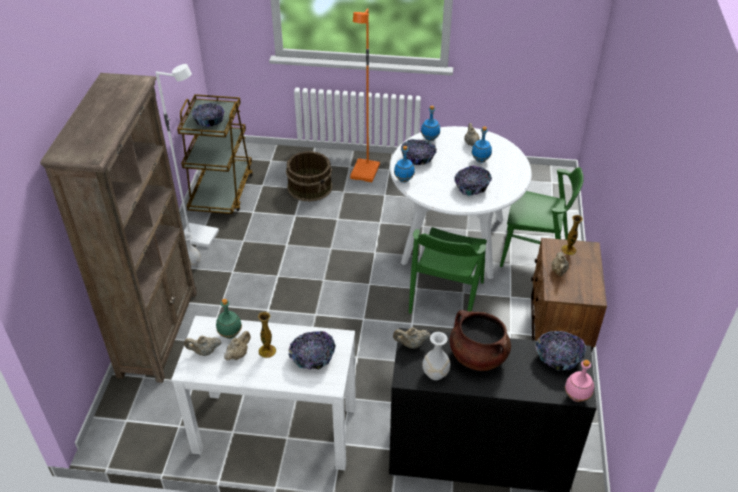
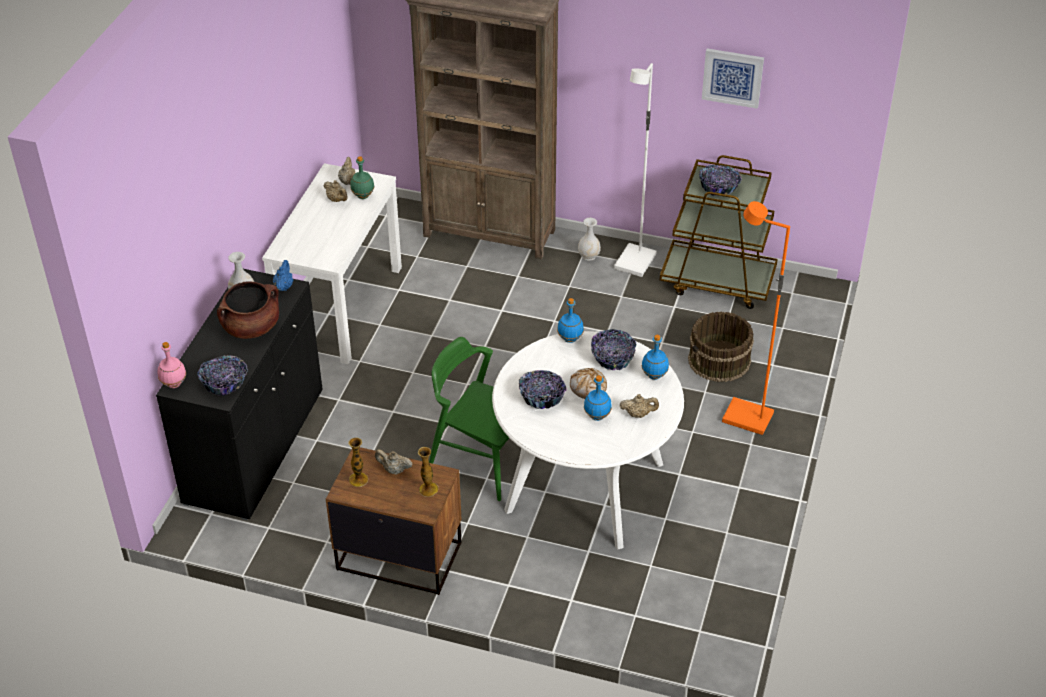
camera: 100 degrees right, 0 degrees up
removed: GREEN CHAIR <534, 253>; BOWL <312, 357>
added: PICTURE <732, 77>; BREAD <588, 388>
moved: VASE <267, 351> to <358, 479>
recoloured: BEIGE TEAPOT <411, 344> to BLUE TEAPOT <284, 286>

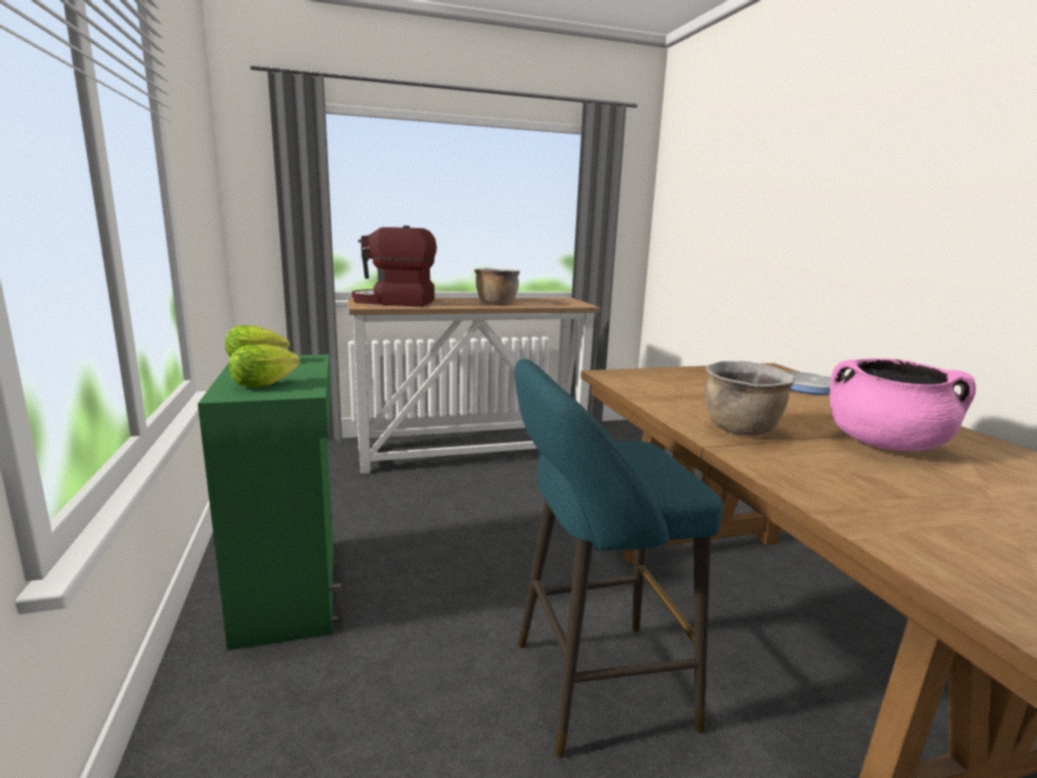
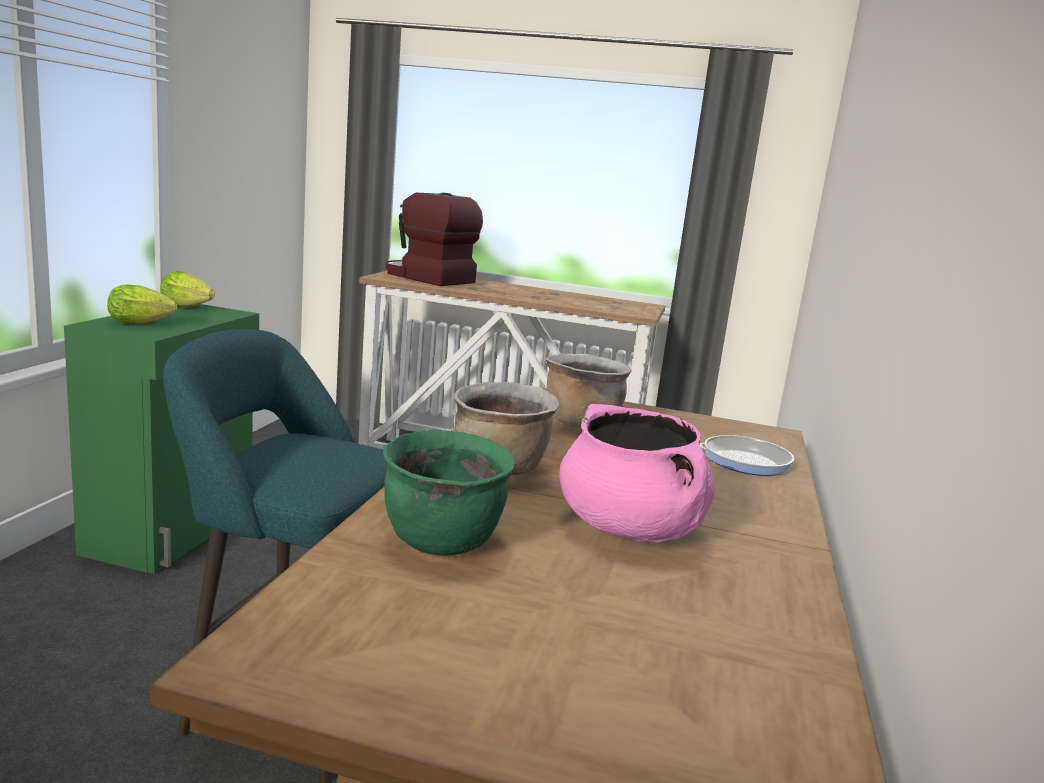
camera: 30 degrees right, 0 degrees up
added: GREEN COOKING POT <443, 541>
moved: BROWN COOKING POT <496, 303> to <581, 422>

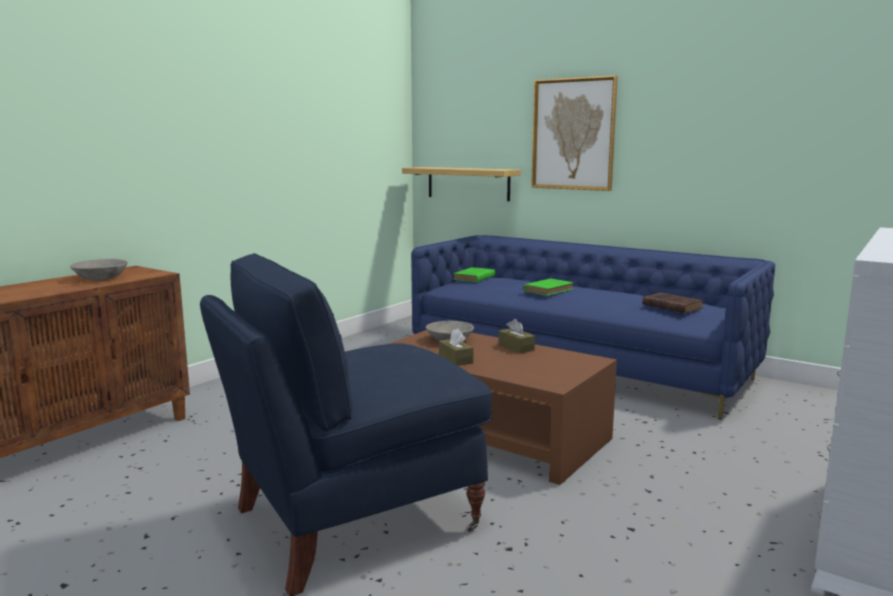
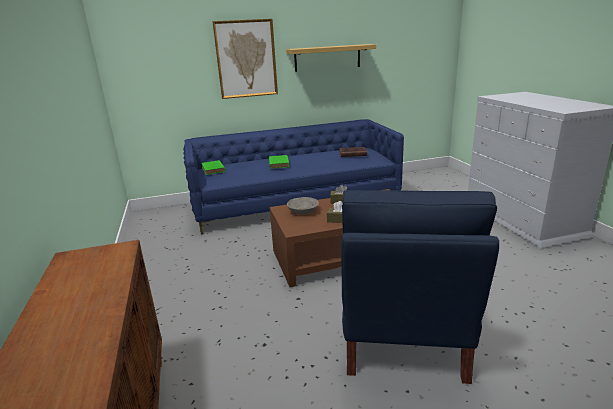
camera: 50 degrees left, 10 degrees up
removed: GREY BOWL <101, 278>
moved: SHELF <468, 183> to <327, 58>

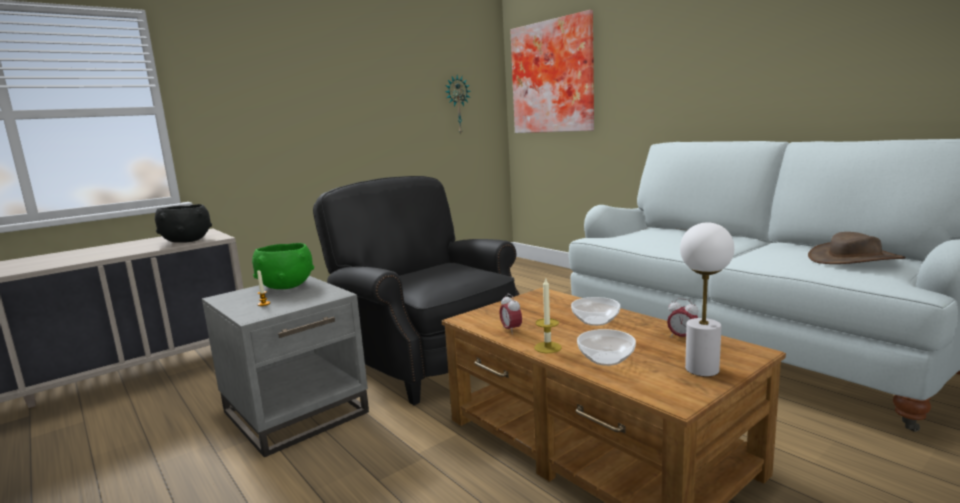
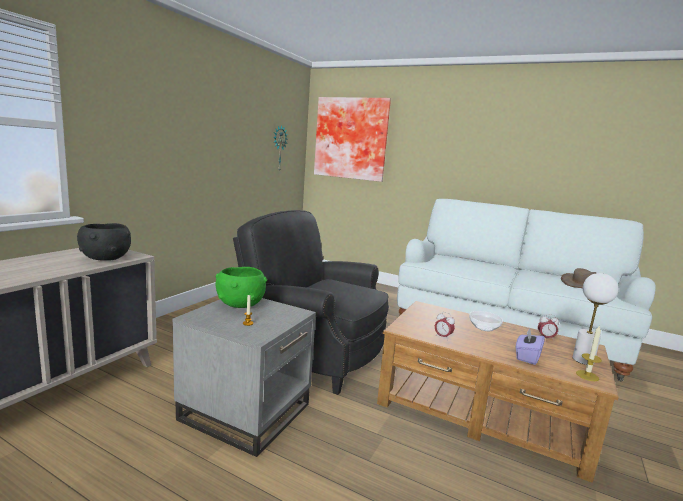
camera: 25 degrees left, 0 degrees up
moved: CANDLE <547, 347> to <587, 375>
replaced: BOWL <606, 359> to PURPLE TISSUE BOX <527, 357>

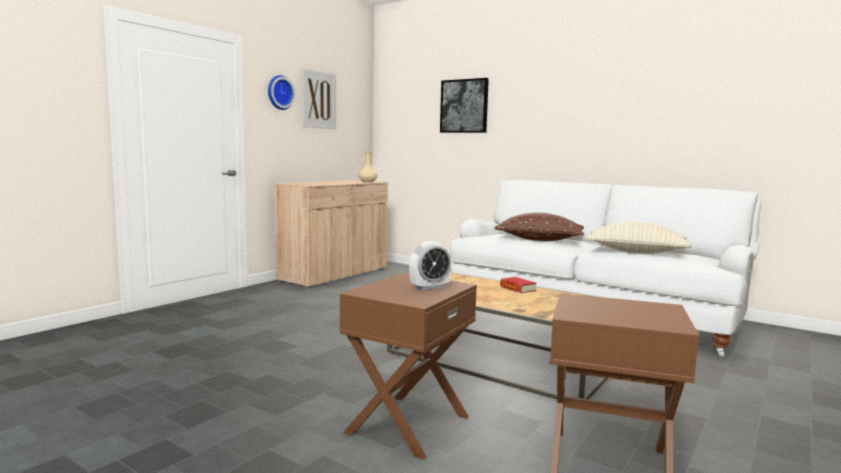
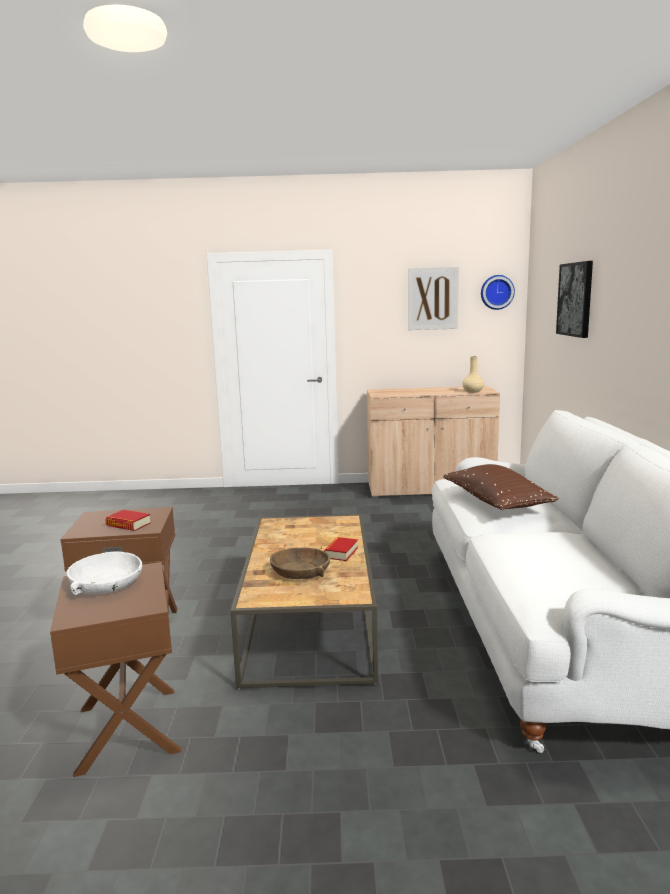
camera: 55 degrees right, 5 degrees up
removed: BEIGE PILLOW <636, 252>
added: BROWN BOWL <301, 572>; WHITE BOWL <106, 584>
moved: WALL CLOCK <279, 92> to <496, 292>
replaced: ALARM CLOCK <430, 287> to BOOK <128, 524>

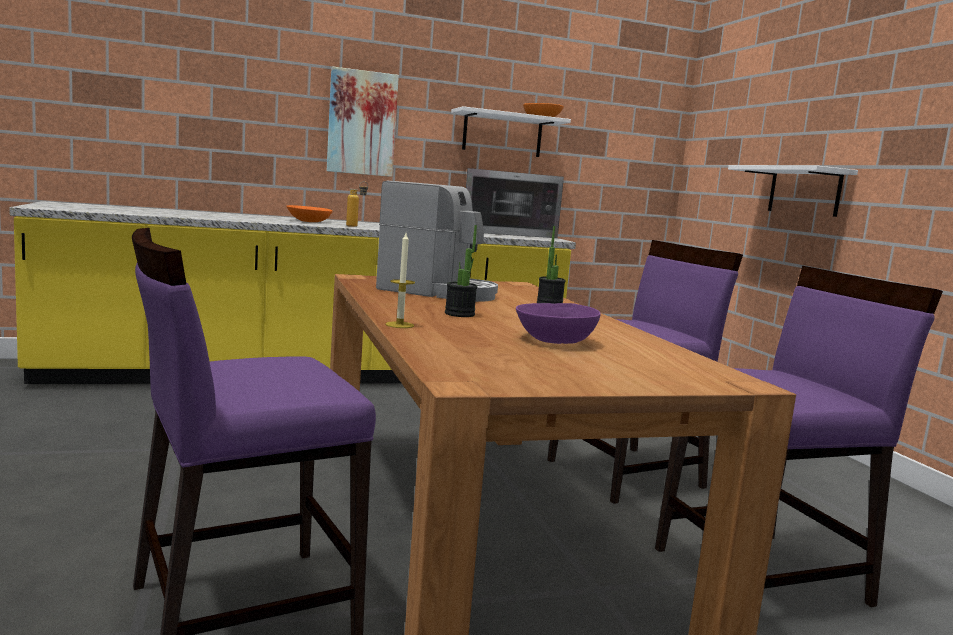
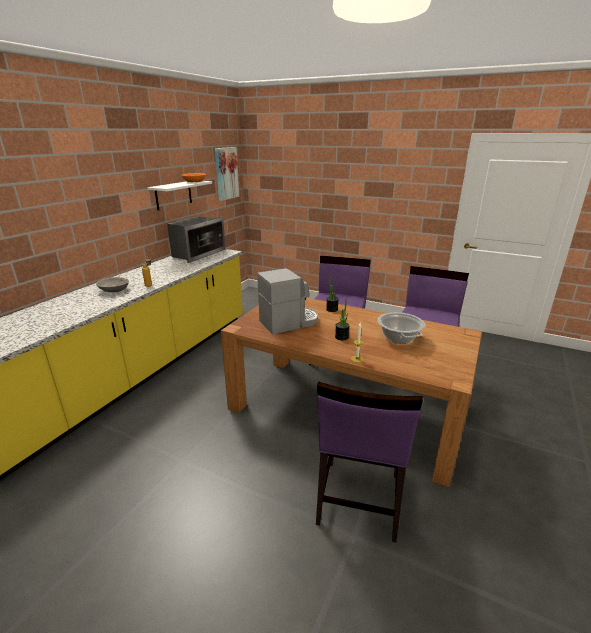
camera: 45 degrees left, 15 degrees up
removed: WHITE SHELF <804, 191>
moved: PICTURE <362, 123> to <226, 173>
replaced: PURPLE BOWL <554, 341> to COOKING POT <399, 338>
recoloured: ORANGE BOWL <309, 221> to GREY BOWL <114, 290>

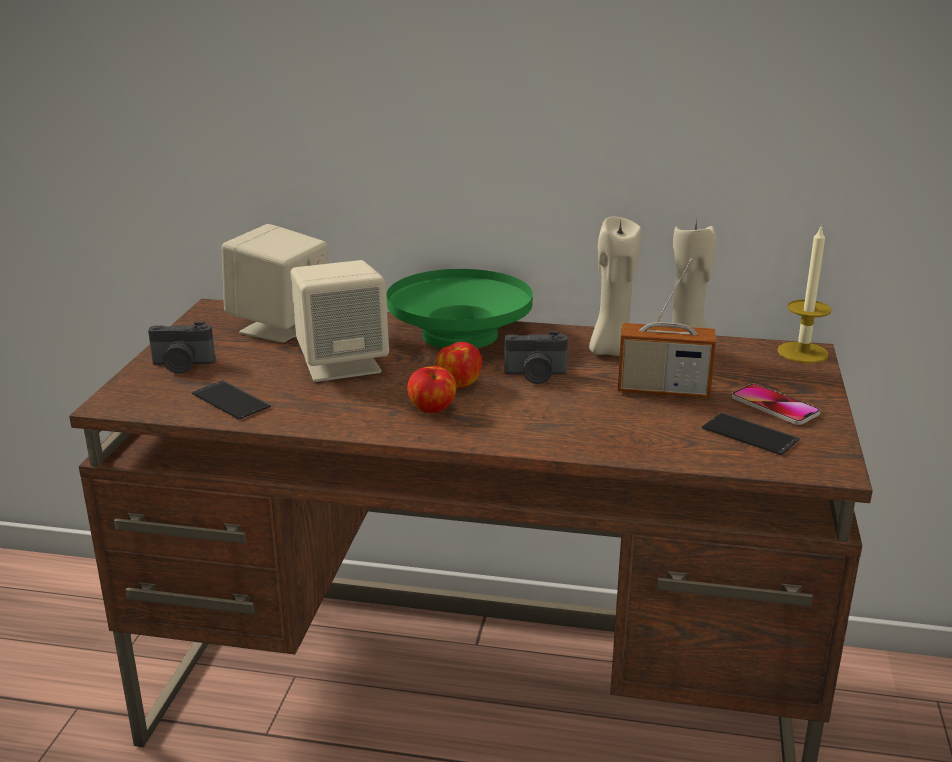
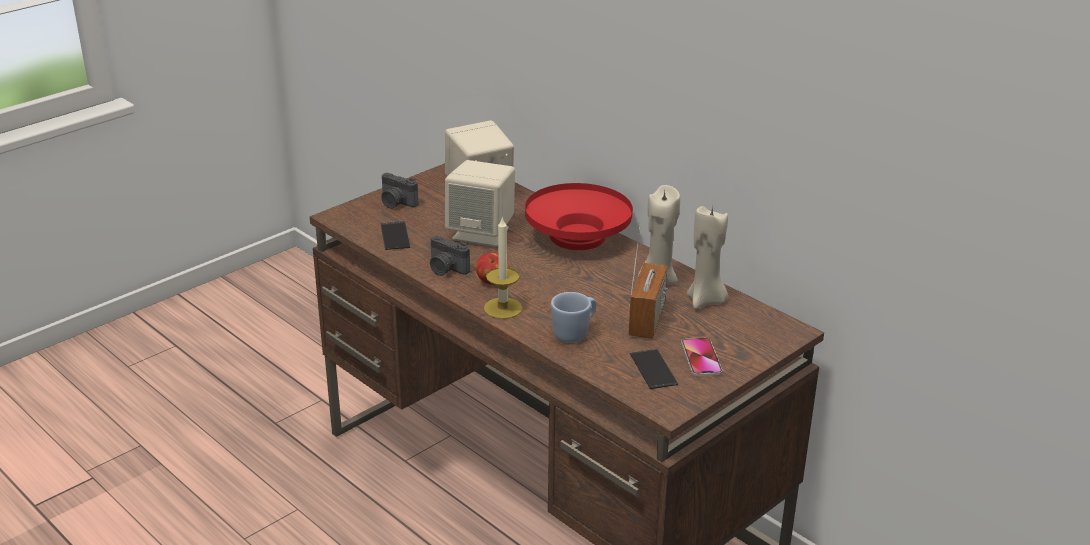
camera: 35 degrees right, 5 degrees up
removed: APPLE <458, 383>
added: BLUE MUG <575, 333>
moved: CANDLE <802, 352> to <503, 308>; PHOTO CAMERA <535, 375> to <446, 269>
recoloured: GREEN BOWL <460, 335> to RED BOWL <578, 236>
turned: RADIO <663, 390> = <647, 321> 120 degrees counterclockwise

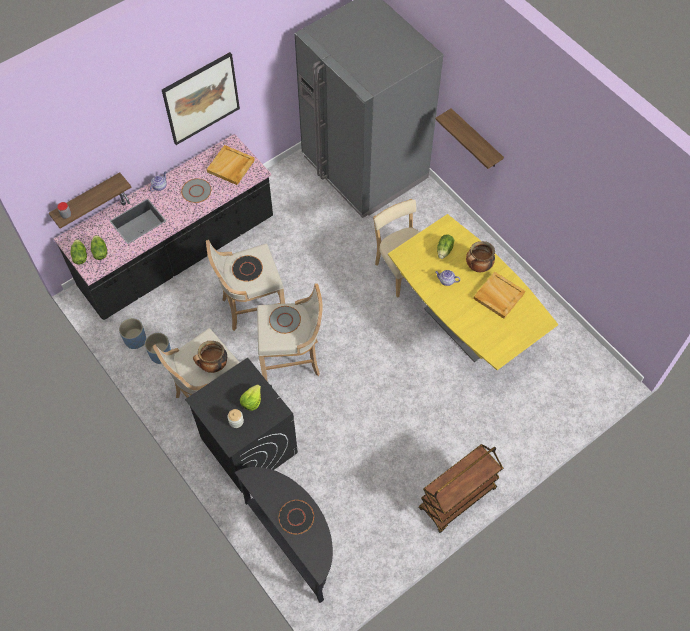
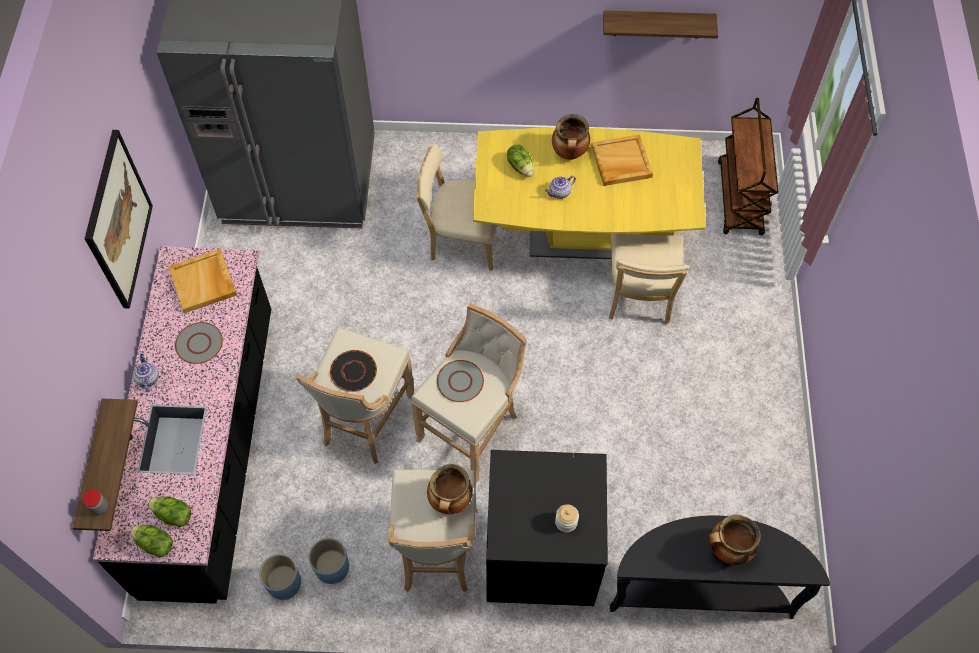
camera: 50 degrees left, 0 degrees up
removed: LETTUCE <251, 401>
added: BEIGE CHAIR <639, 297>
moved: SHELF <475, 140> to <657, 24>; BROWN CART <457, 499> to <740, 199>
replaced: BLACK PLATE <296, 517> to COOKING POT <728, 549>

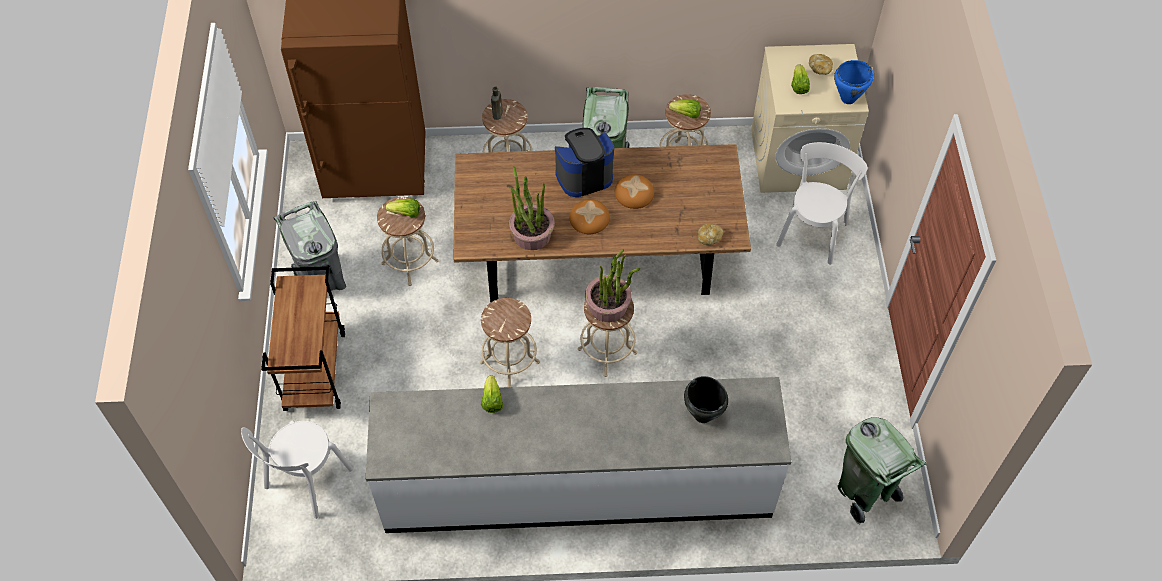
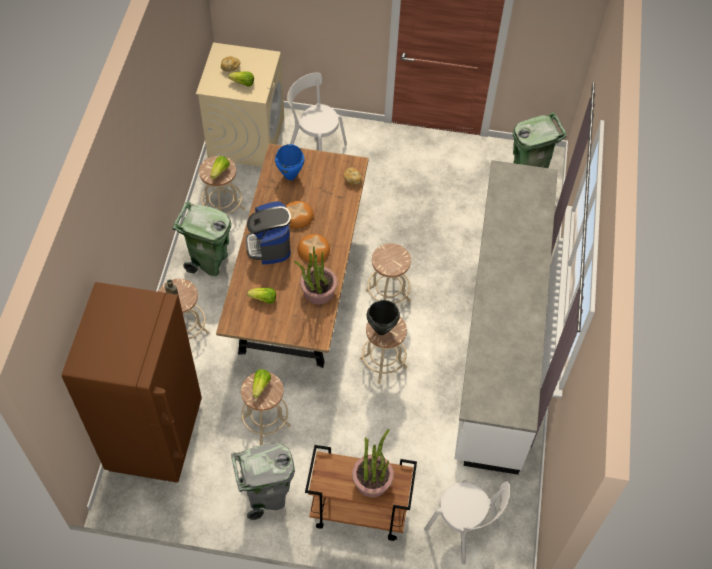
camera: 80 degrees left, 0 degrees up
moved: BLUE COOKING POT <848, 99> to <290, 175>; POTTED PLANT <608, 306> to <372, 480>; LETTUCE <492, 400> to <264, 299>; BLACK COOKING POT <703, 415> to <381, 329>

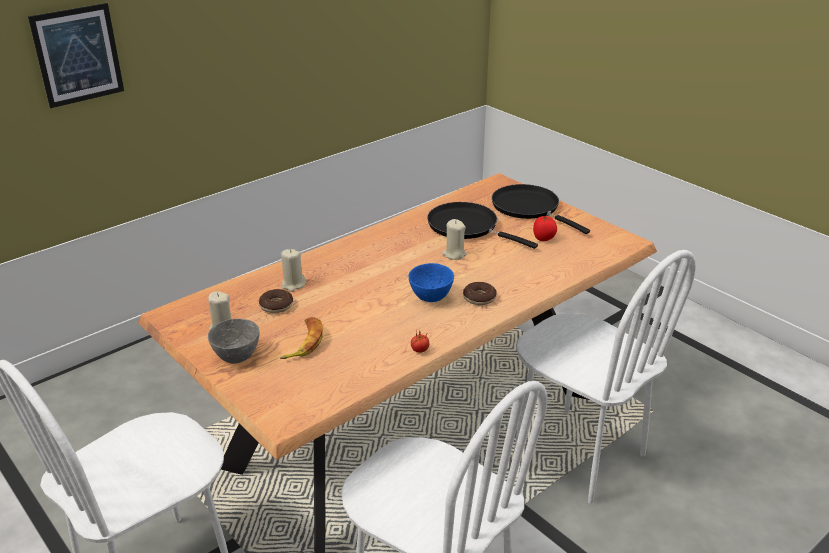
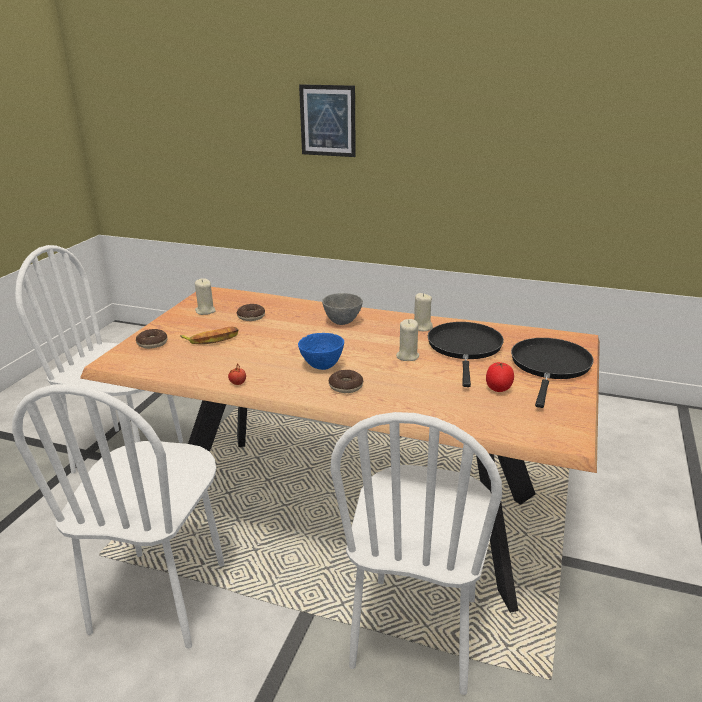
camera: 60 degrees right, 5 degrees down
added: DONUT <152, 343>
moved: BEIGE CANDLE <293, 284> to <421, 327>; GREY BOWL <235, 357> to <342, 322>

